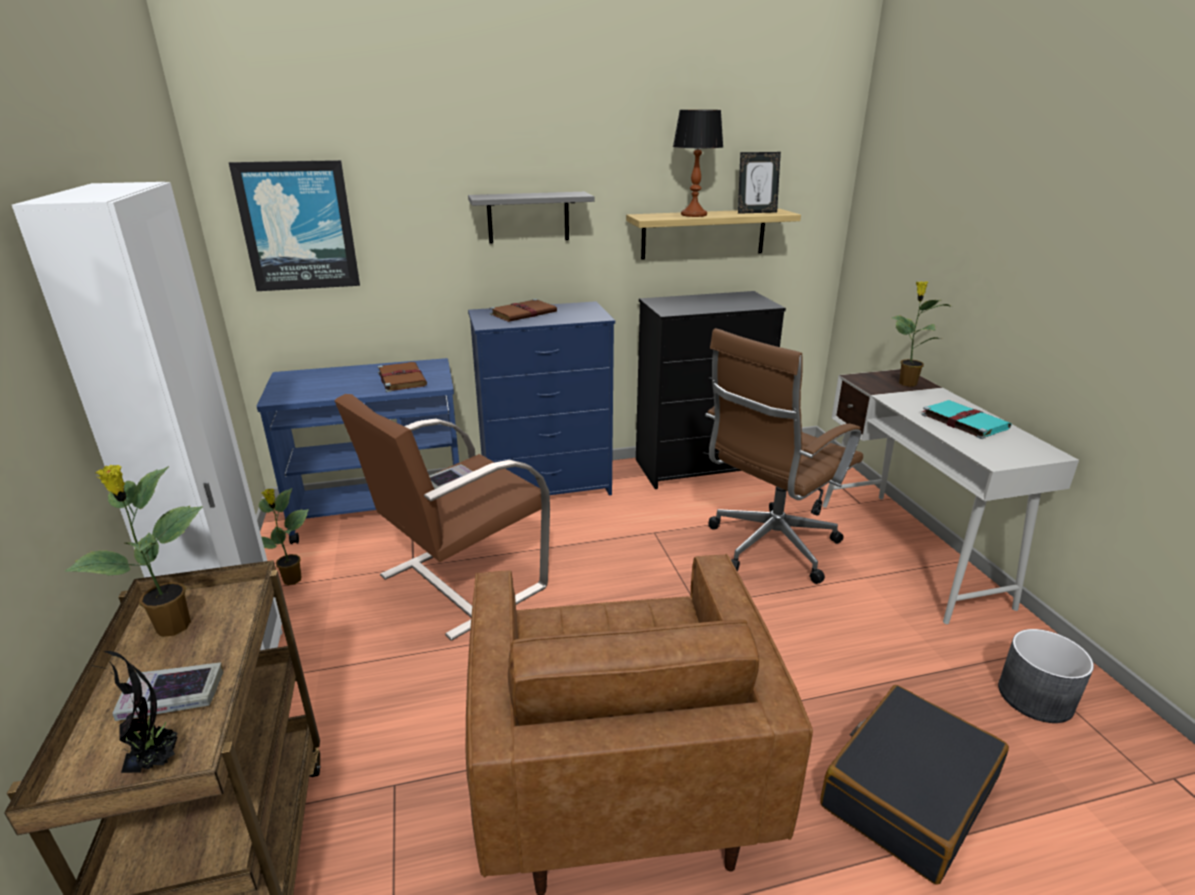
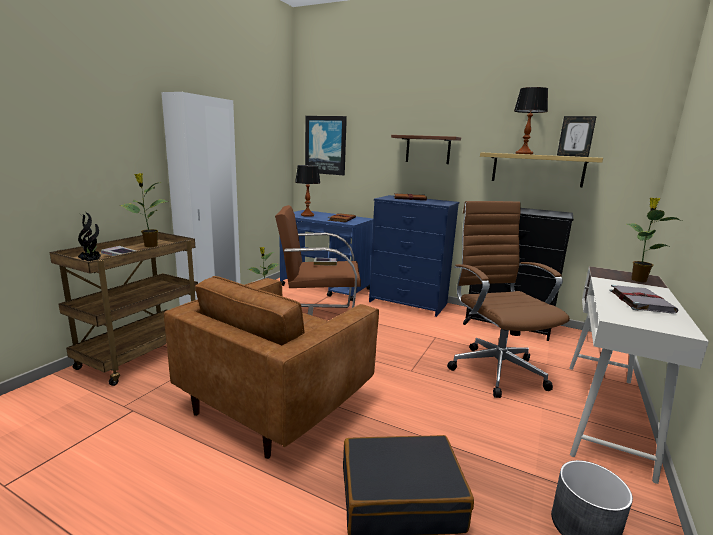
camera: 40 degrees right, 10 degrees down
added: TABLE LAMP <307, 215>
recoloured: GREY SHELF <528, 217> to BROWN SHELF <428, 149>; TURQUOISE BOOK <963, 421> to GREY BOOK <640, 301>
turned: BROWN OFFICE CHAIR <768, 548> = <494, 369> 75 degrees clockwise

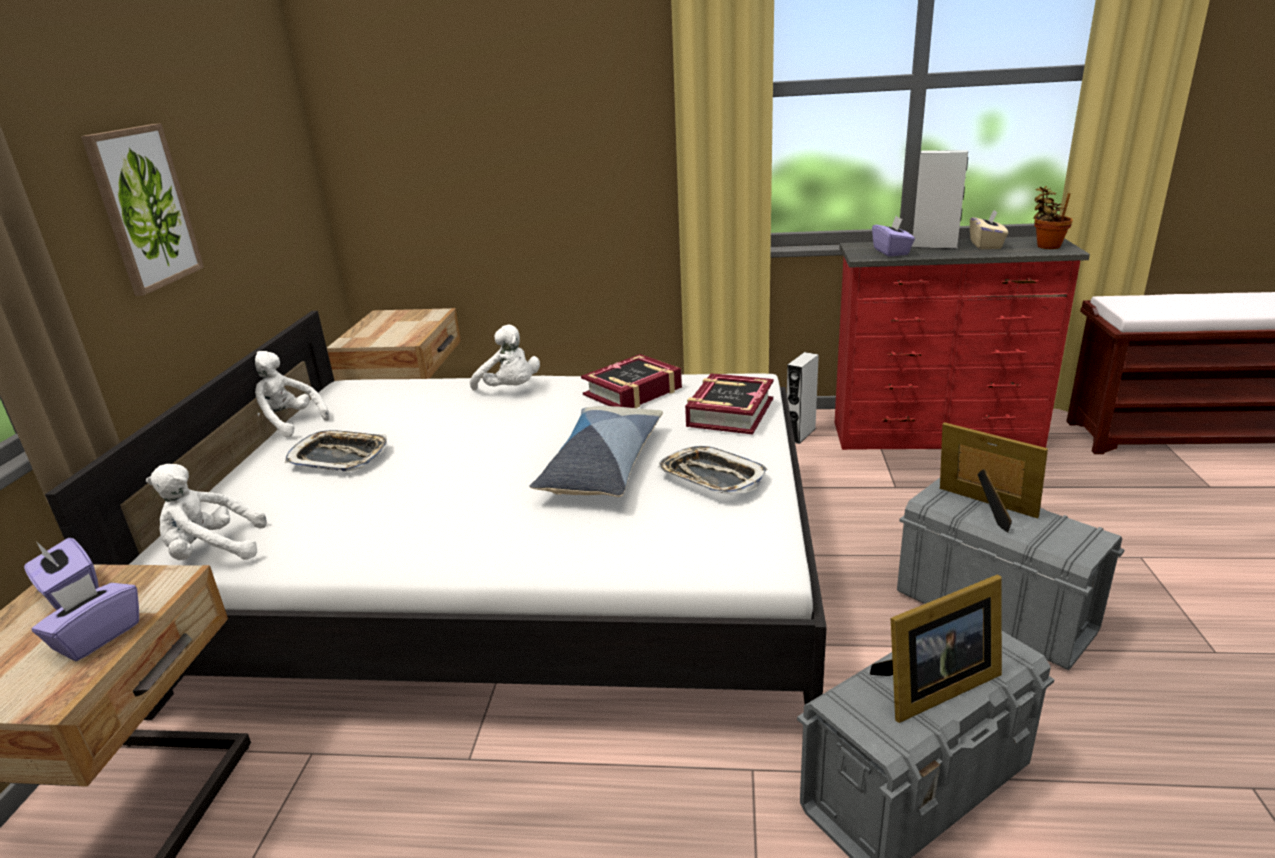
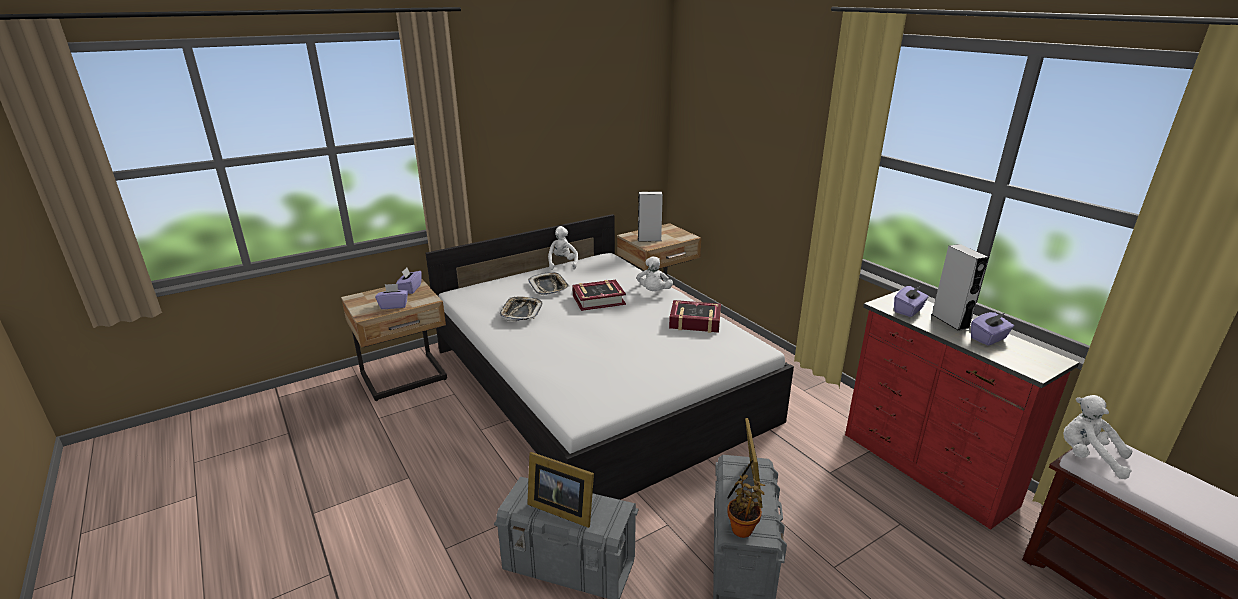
camera: 50 degrees right, 0 degrees up
removed: PICTURE <144, 208>; PILLOW <602, 466>
moved: POTTED PLANT <1046, 246> to <743, 528>; GREY SPEAKER <800, 434> to <649, 239>; BOOK <729, 412> to <598, 300>; TRAY <711, 478> to <521, 312>; WHITE PLUSH TOY <212, 552> to <1088, 457>
recoloured: BEIGE TISSUE BOX <986, 245> to PURPLE TISSUE BOX <988, 338>

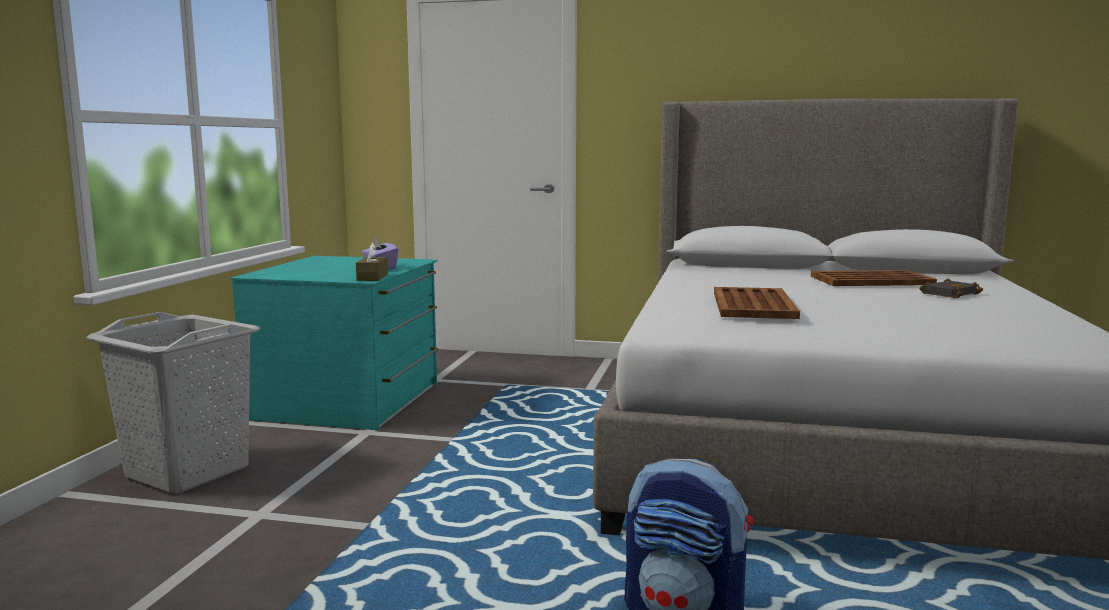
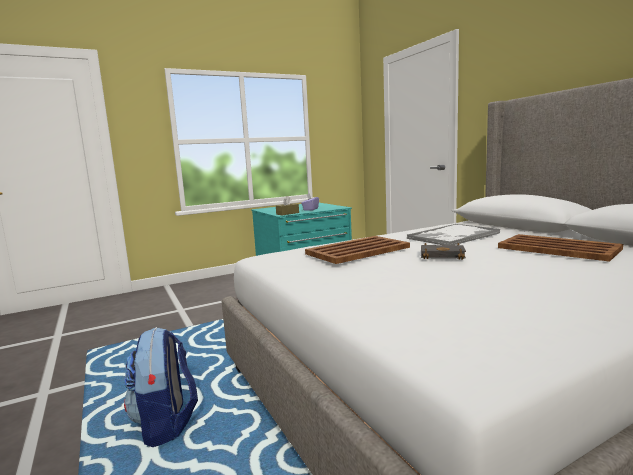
camera: 50 degrees right, 0 degrees up
removed: GREY LAUNDRY BASKET <188, 471>
added: TRAY <452, 236>
moved: BLACK BOOK <949, 293> to <443, 255>

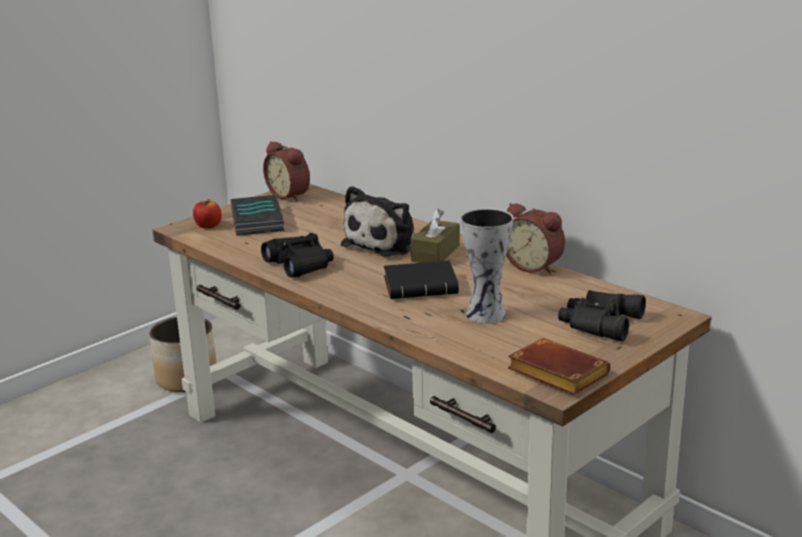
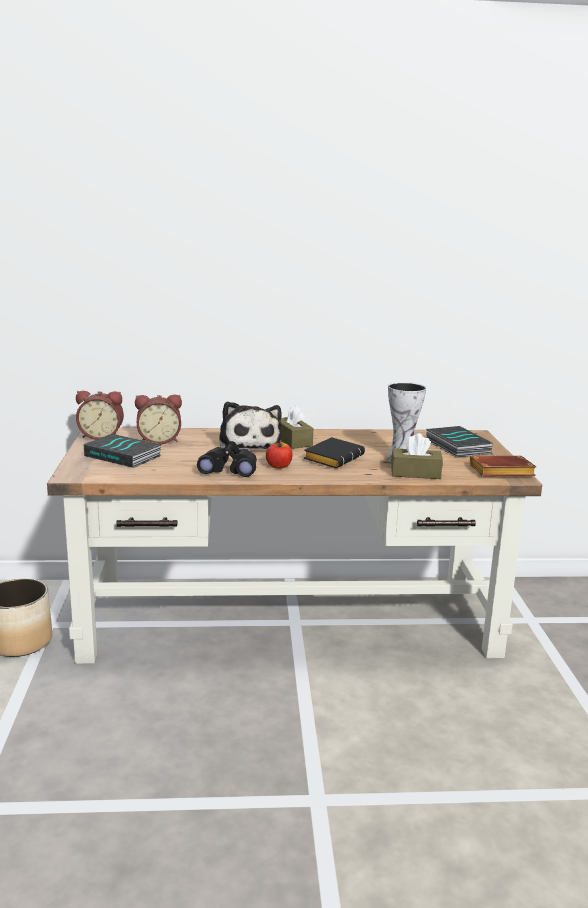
camera: 50 degrees left, 5 degrees down
added: BROWN TISSUE BOX <415, 473>
moved: APPLE <208, 226> to <279, 466>; ALARM CLOCK <534, 266> to <159, 440>
replaced: BLACK BINOCULARS <598, 322> to BOOK <456, 446>

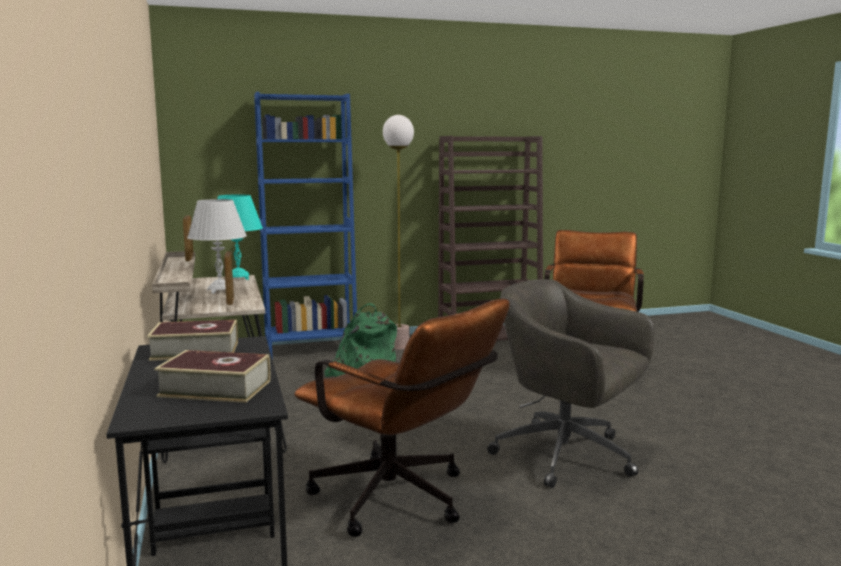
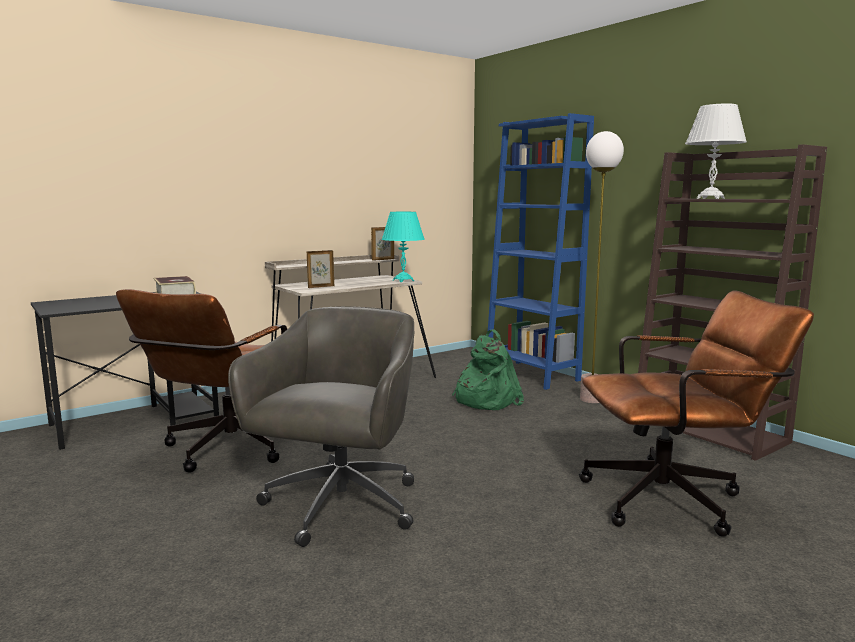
camera: 70 degrees right, 0 degrees up
removed: BOOK <215, 388>
moved: WHITE TABLE LAMP <220, 290> to <710, 198>

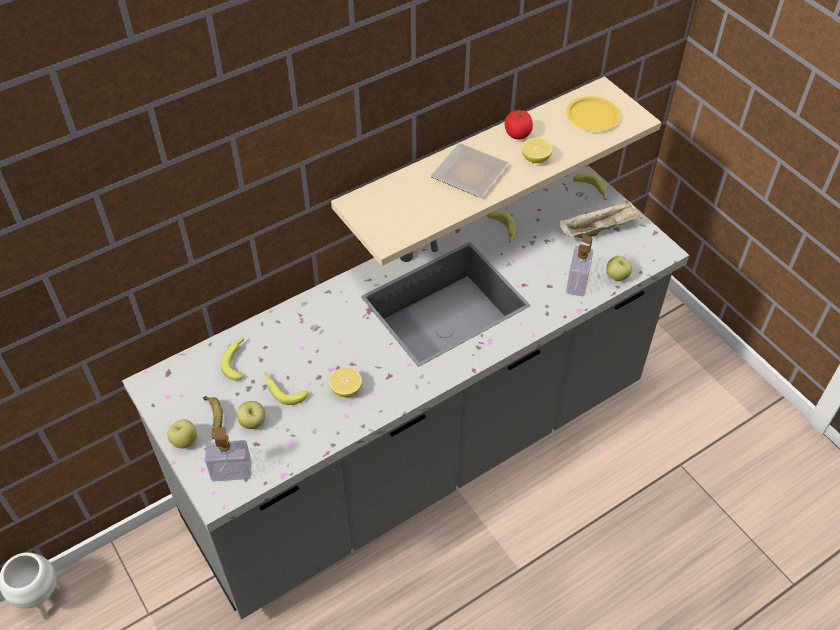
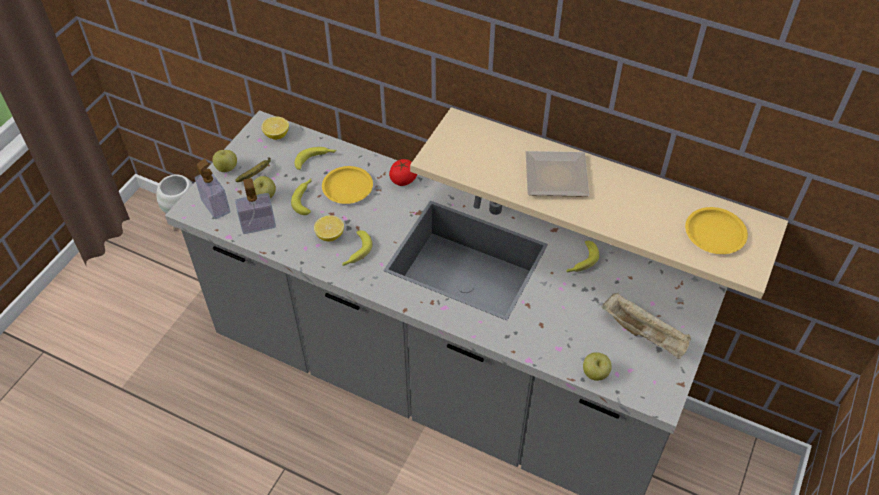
camera: 60 degrees right, 0 degrees up
added: YELLOW PLATE <347, 188>
moved: TOMATO <517, 134> to <403, 180>; LEMON <535, 159> to <276, 135>; BANANA <592, 190> to <355, 252>; SOAP DISPENSER <577, 283> to <258, 225>

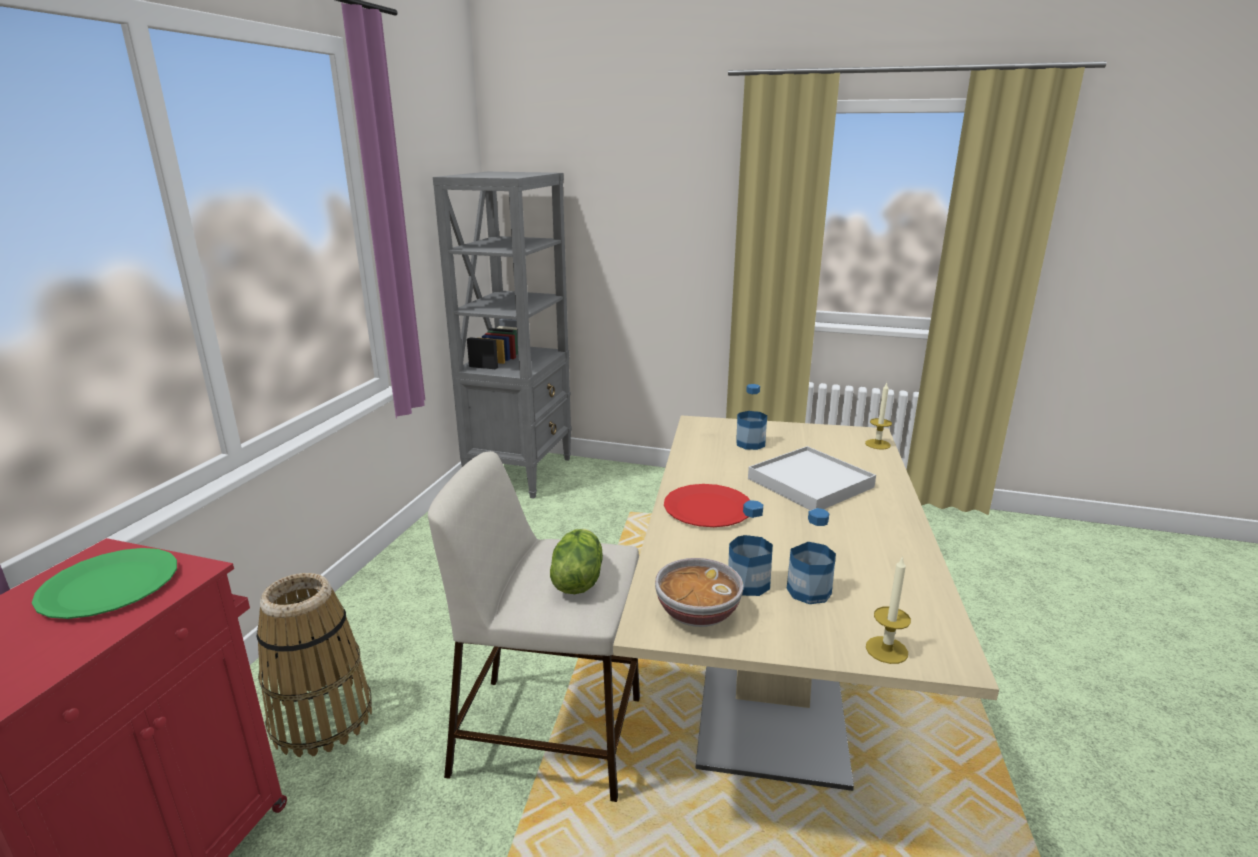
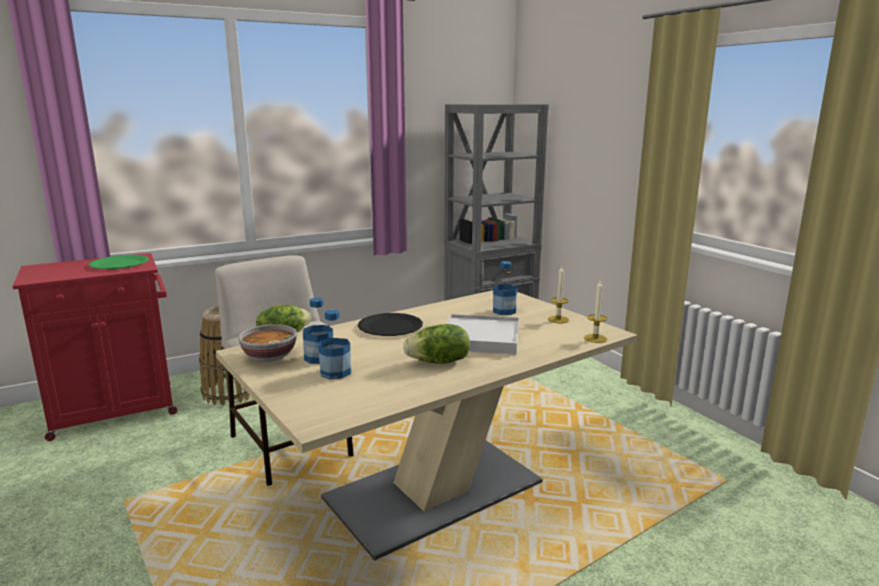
camera: 45 degrees right, 5 degrees down
added: LETTUCE <439, 362>
moved: CANDLE <886, 650> to <558, 319>
recoloured: RED PLATE <707, 508> to BLACK PLATE <390, 327>

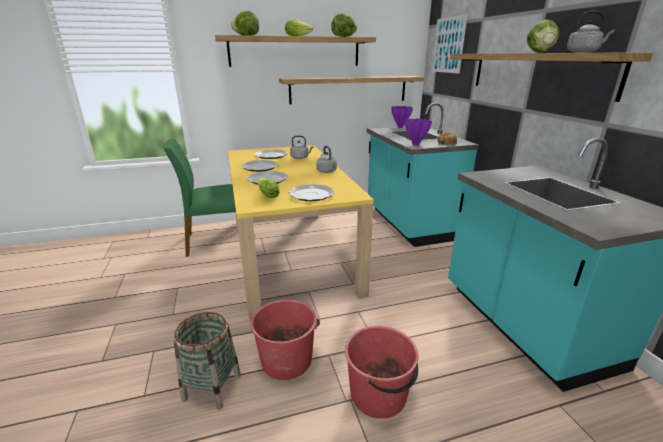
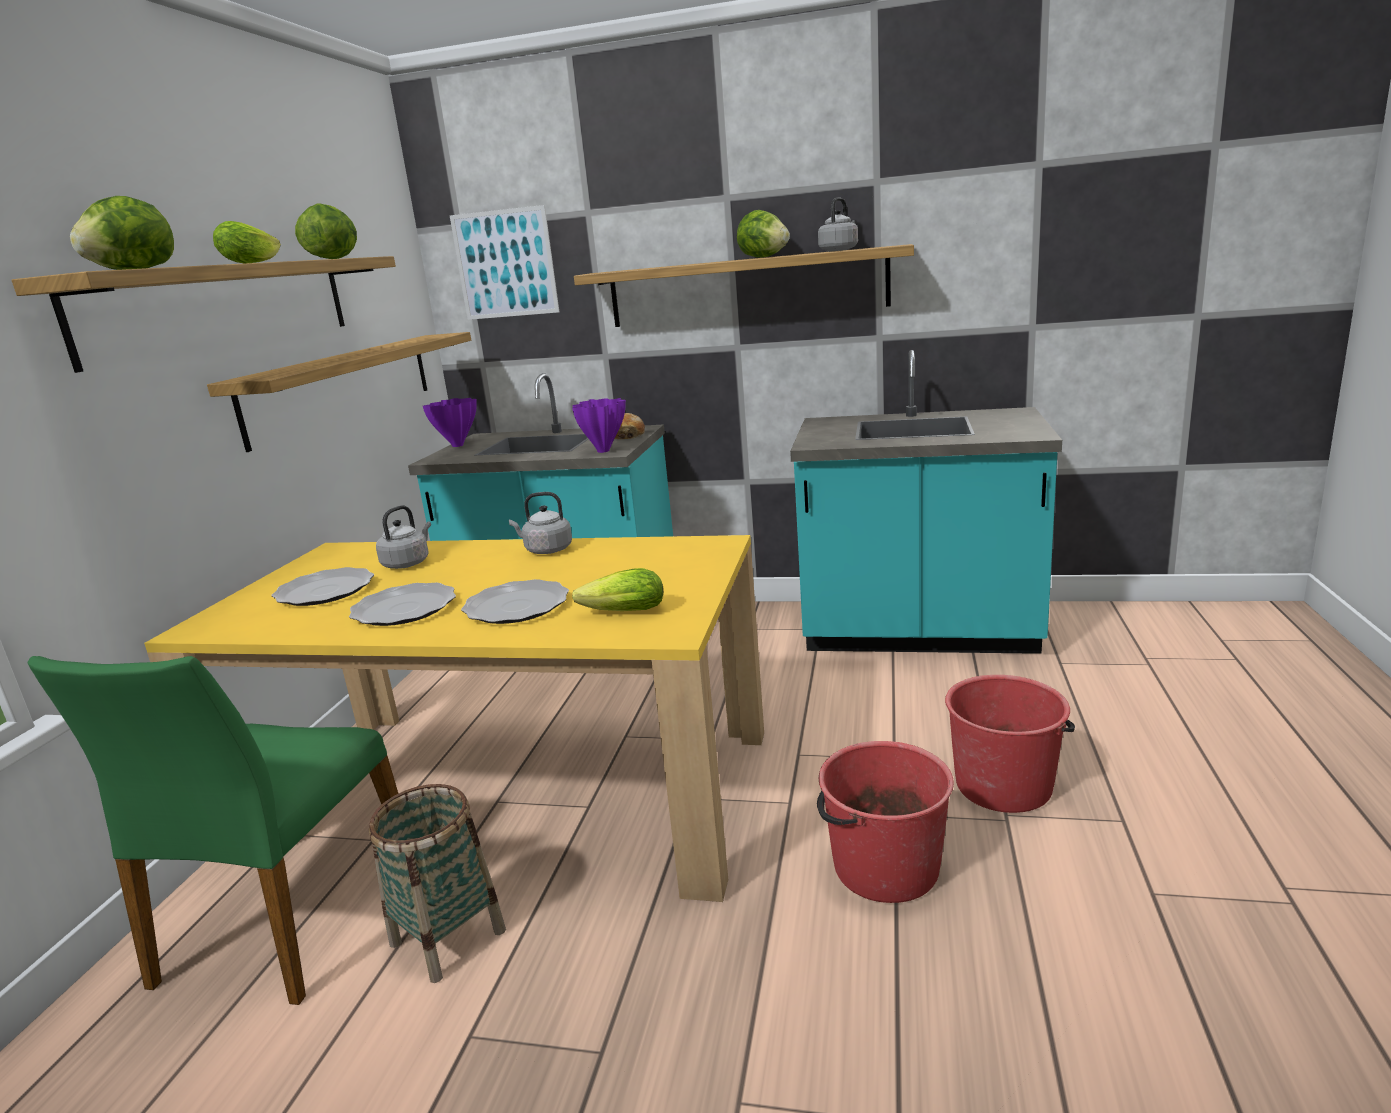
camera: 60 degrees left, 5 degrees down
removed: PLATE <311, 195>
moved: BASKET <212, 387> to <447, 937>

